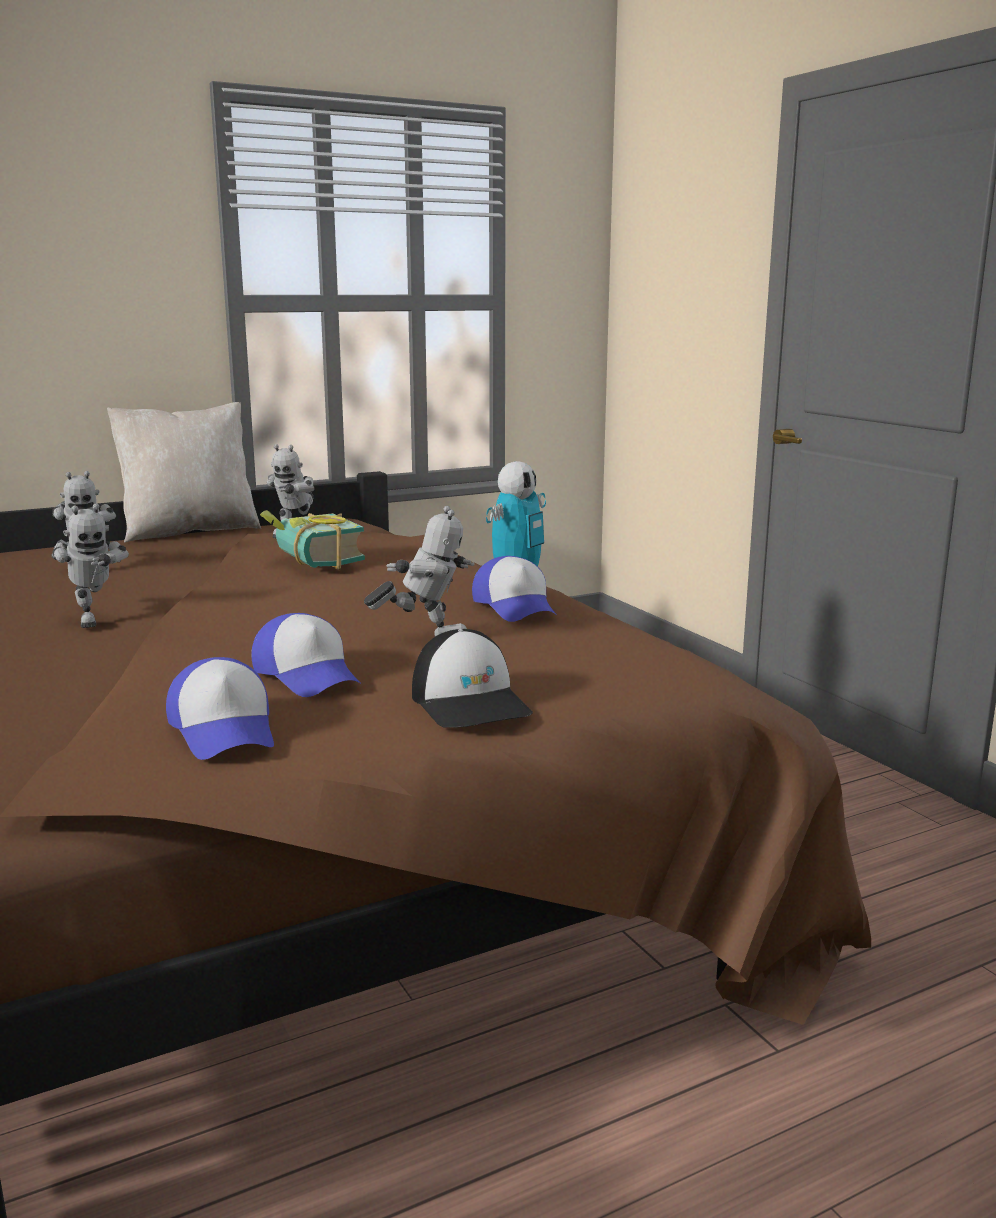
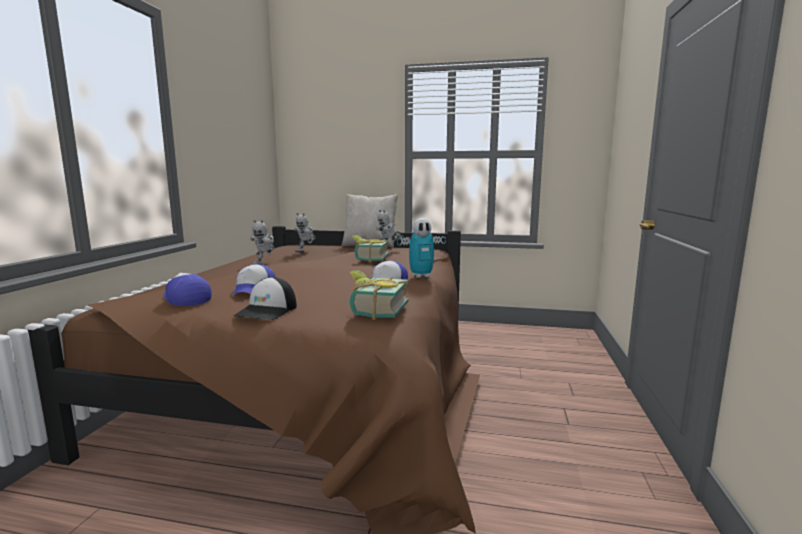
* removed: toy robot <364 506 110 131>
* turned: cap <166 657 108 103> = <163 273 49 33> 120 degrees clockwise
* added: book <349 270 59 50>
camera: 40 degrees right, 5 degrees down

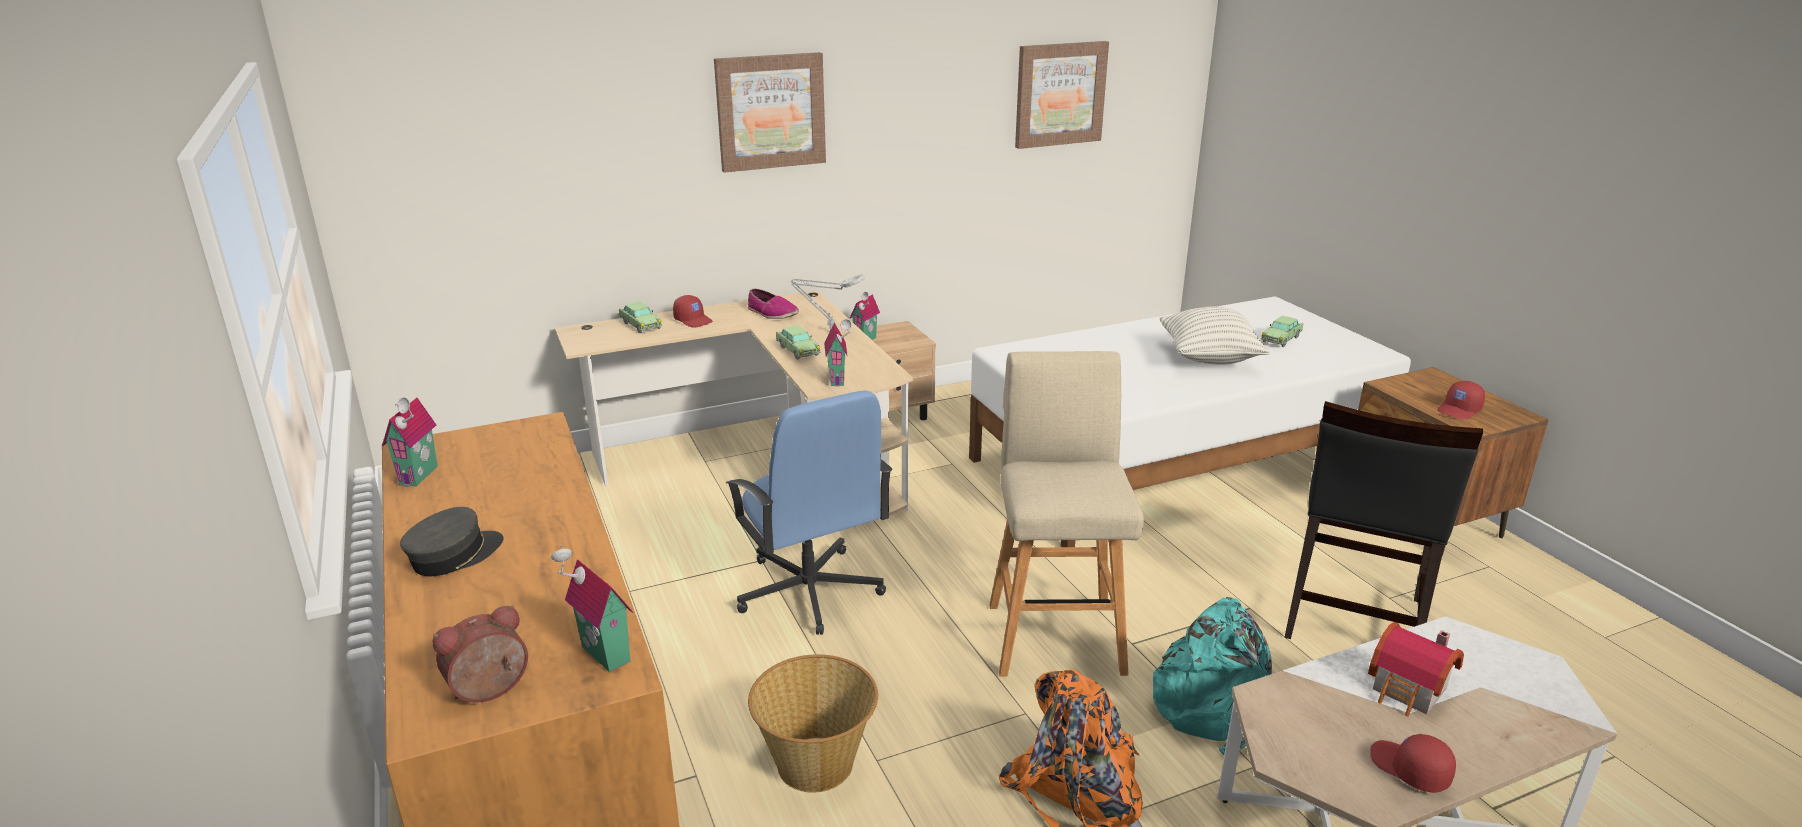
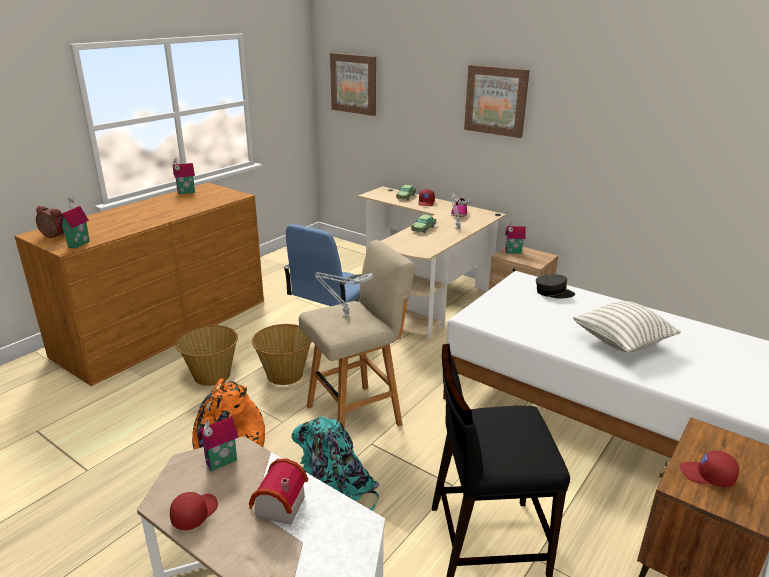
* moved: picture <1015 41 94 108> to <330 53 46 63>
* removed: toy car <1261 316 42 31>
* moved: toy house <824 319 27 68> to <199 416 40 55>
* moved: grey cap <400 507 104 69> to <536 275 39 24>
* added: grey table lamp <315 272 58 45>
* added: basket <252 324 60 61>
camera: 60 degrees right, 0 degrees up

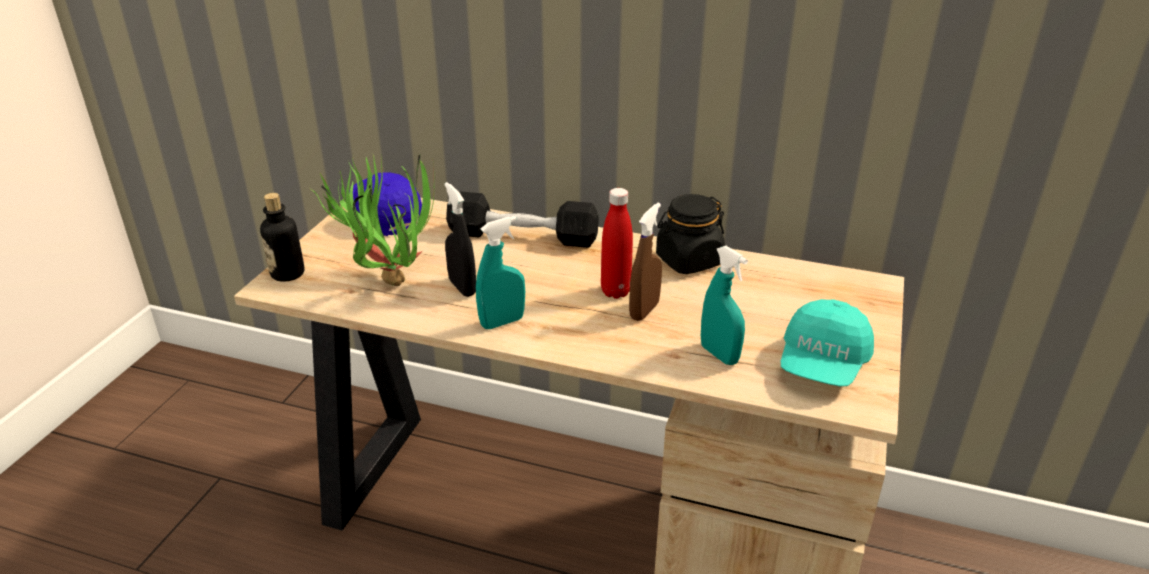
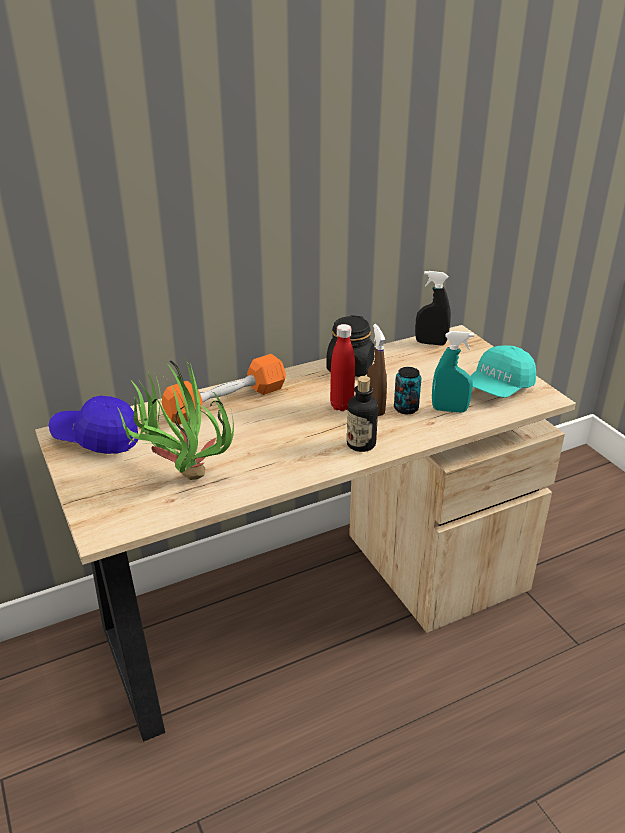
* moved: black spray bottle <444 182 32 115> to <415 271 36 74>
* recoloured: black dumbbell <446 192 153 56> to orange dumbbell <161 354 125 71>
* moved: bottle <260 193 45 89> to <347 376 31 76>
* removed: turquoise spray bottle <476 216 49 113>
* turned: turquoise cap <781 299 93 87> = <471 345 65 53> 60 degrees clockwise
* added: can <394 367 27 47>
camera: 45 degrees left, 0 degrees up

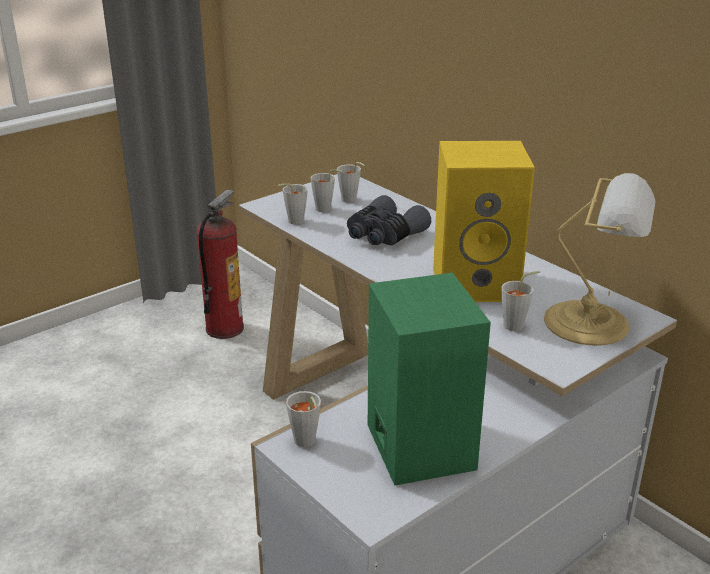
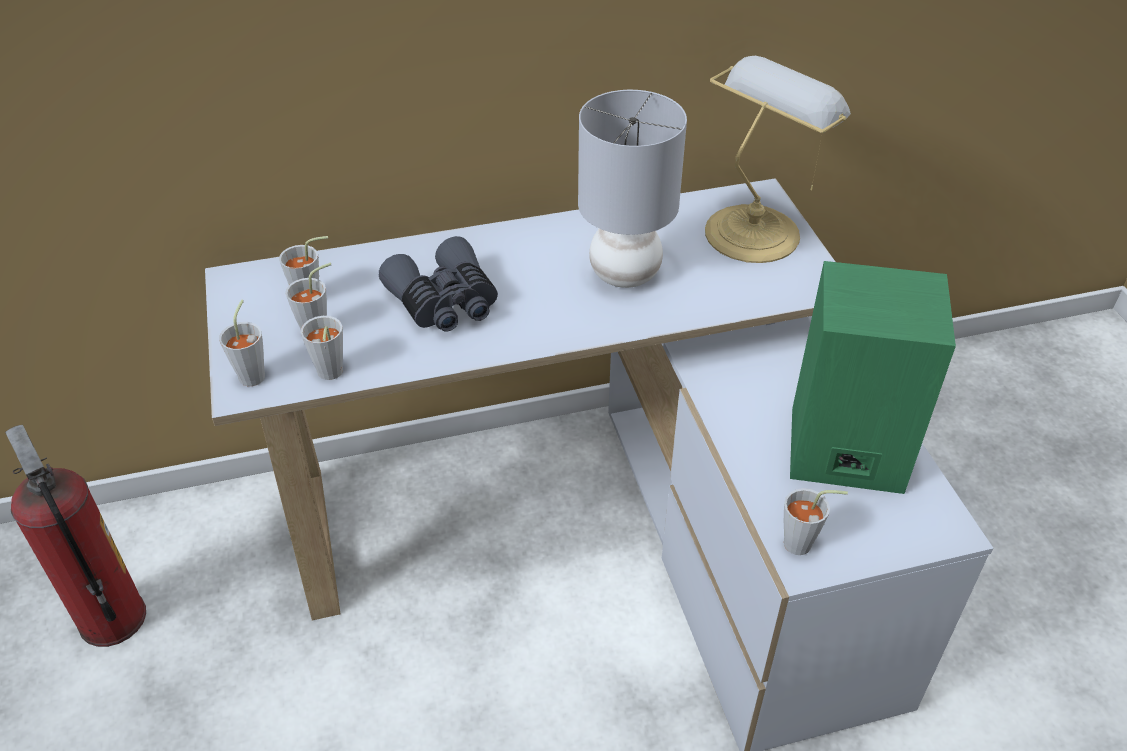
* replaced: yellow speaker <433 141 102 161> to grey table lamp <578 90 109 198>
* moved: grey cup <502 271 38 60> to <219 300 46 86>
camera: 65 degrees left, 15 degrees up

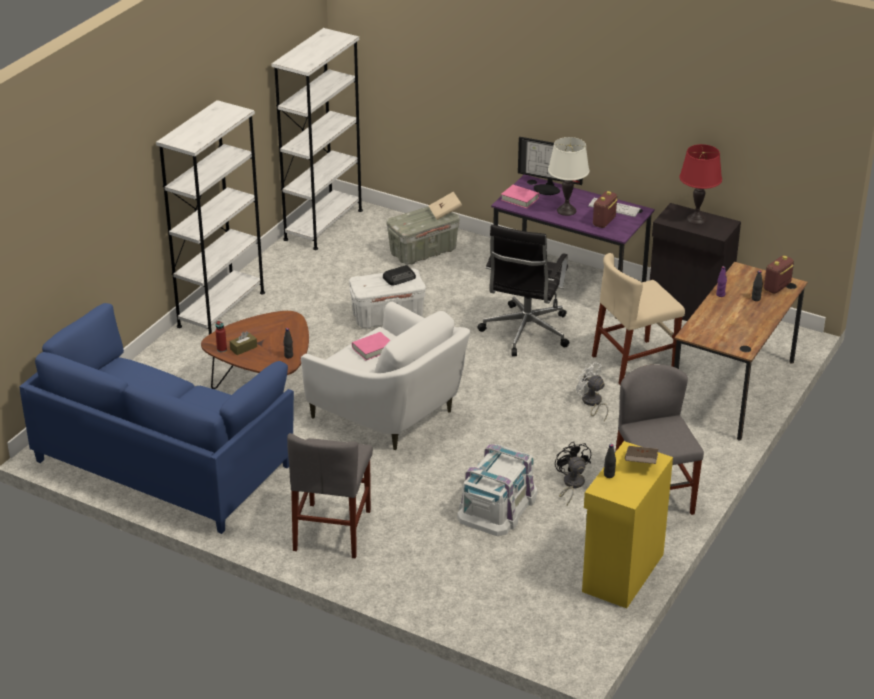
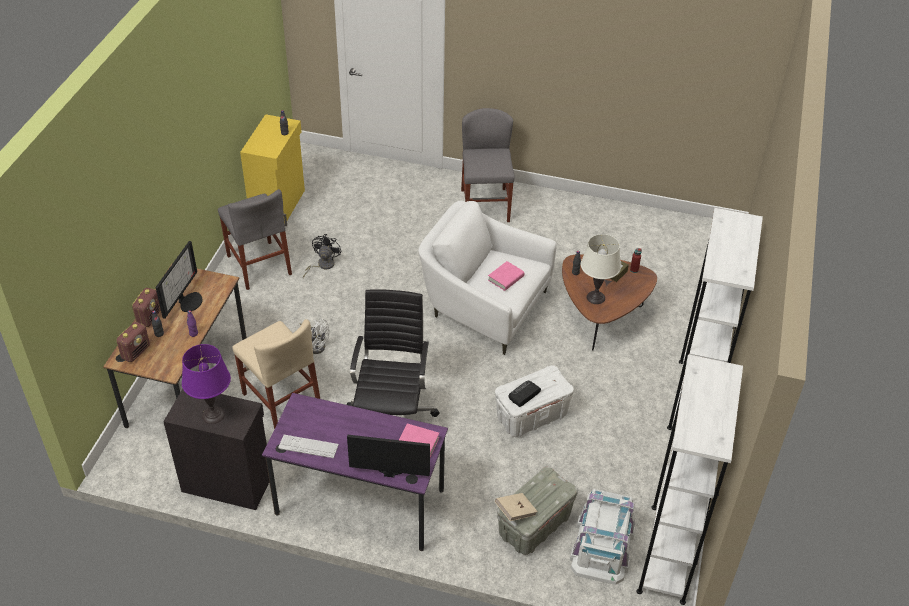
* moved: white table lamp <548 137 42 79> to <581 234 40 70>
* recoloured: red table lamp <679 144 43 81> to purple table lamp <182 344 49 80>
* moved: radio <593 191 25 37> to <132 288 29 39>
* turned: beige chair <592 253 93 132> = <232 319 88 110> 90 degrees clockwise
* removed: blue sofa <19 303 275 231>
* turned: black fan <555 442 36 63> = <303 234 38 44> 135 degrees counterclockwise
* moved: white storage box <457 444 81 92> to <570 489 65 96>
* removed: brown book <625 446 33 18>
* added: monitor <156 241 47 78>
camera: 165 degrees right, 10 degrees up

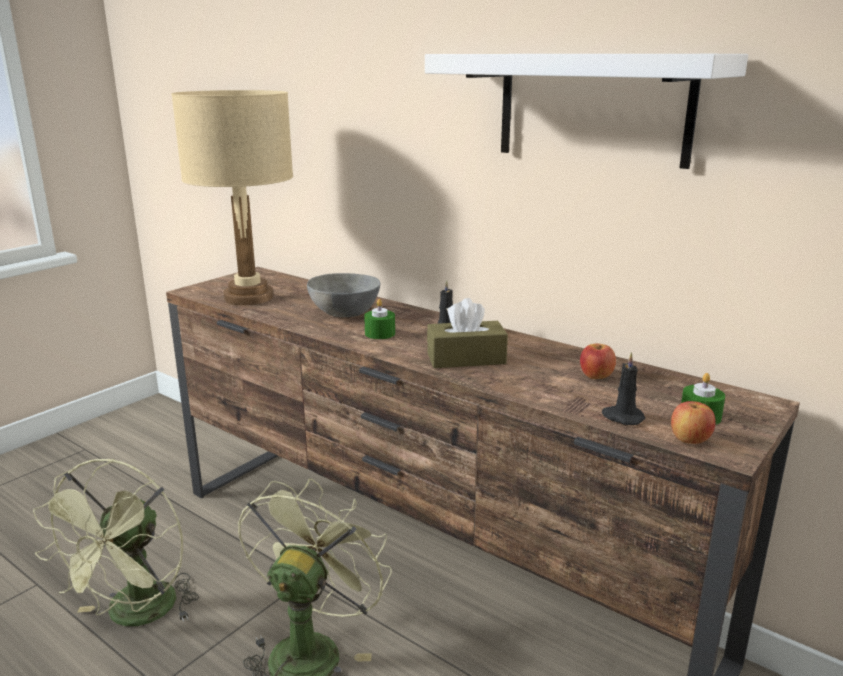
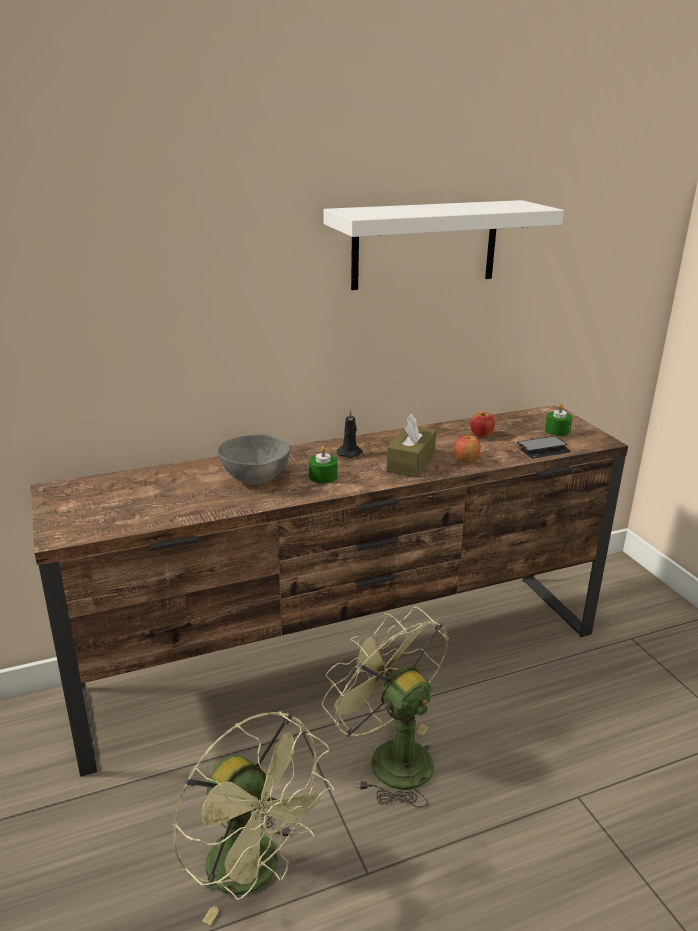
* removed: beige table lamp <171 90 122 215>
* replaced: black candle <602 352 44 73> to phone <517 436 54 22>
* moved: apple <671 401 45 43> to <454 435 27 28>
camera: 60 degrees left, 5 degrees up

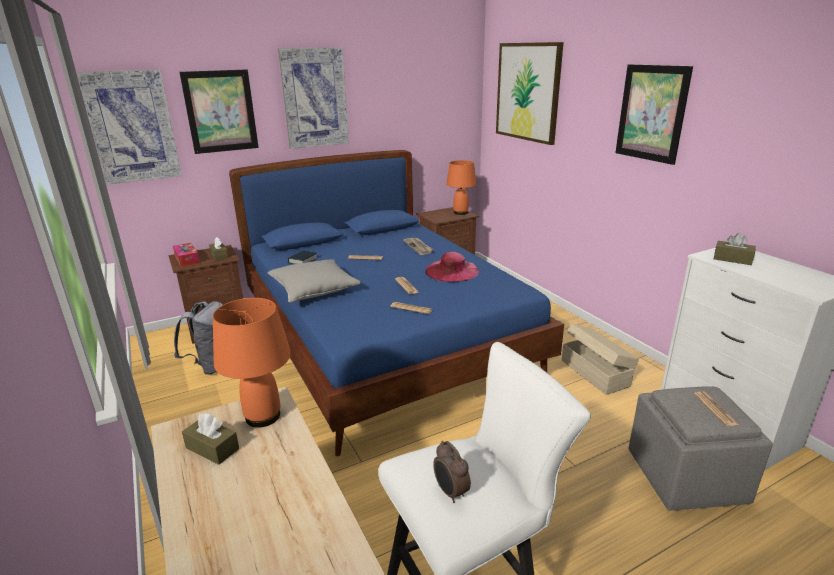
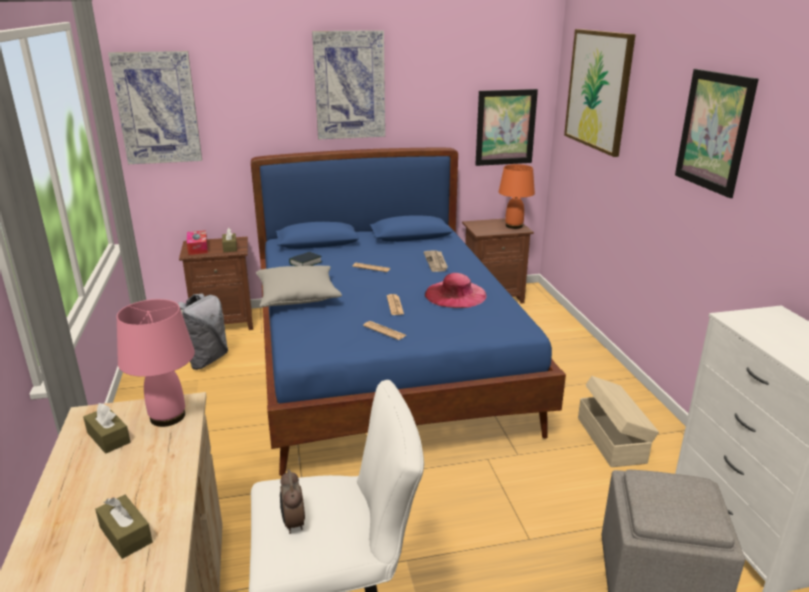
* moved: picture <179 69 80 85> to <475 89 63 77>
* moved: brown tissue box <714 233 42 32> to <95 495 57 64>
* recoloured: orange table lamp <213 298 78 130> to pink table lamp <117 299 78 128>
* removed: newspaper <694 391 45 35>
camera: 15 degrees right, 0 degrees up

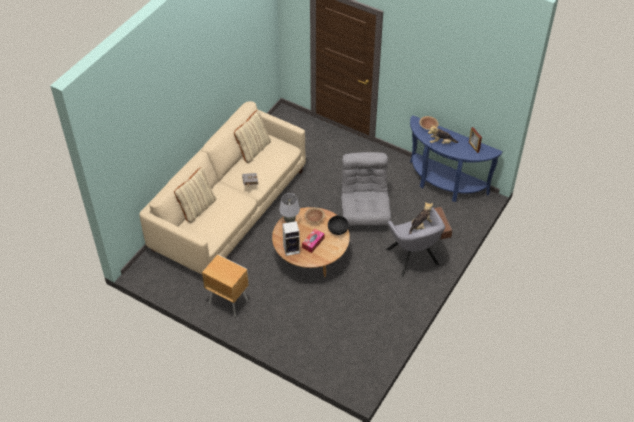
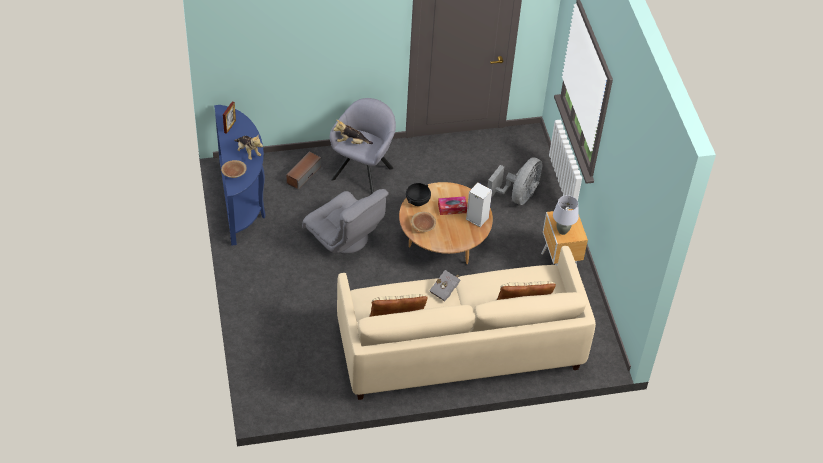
* turned: grey armchair <341 152 50 74> = <302 189 87 65> 90 degrees counterclockwise
* moved: grey table lamp <279 193 21 30> to <553 195 26 40>
* added: grey fan <487 157 55 48>
camera: 135 degrees left, 0 degrees up

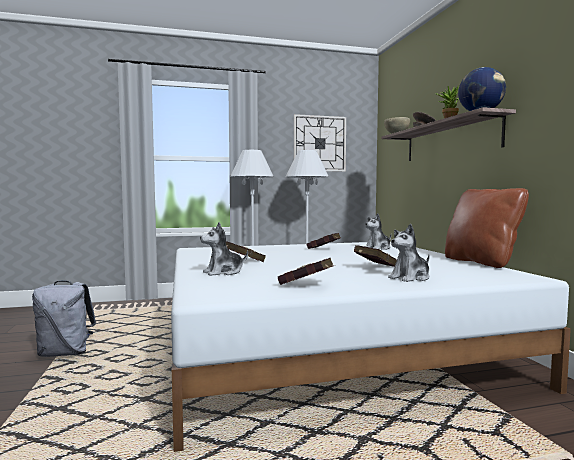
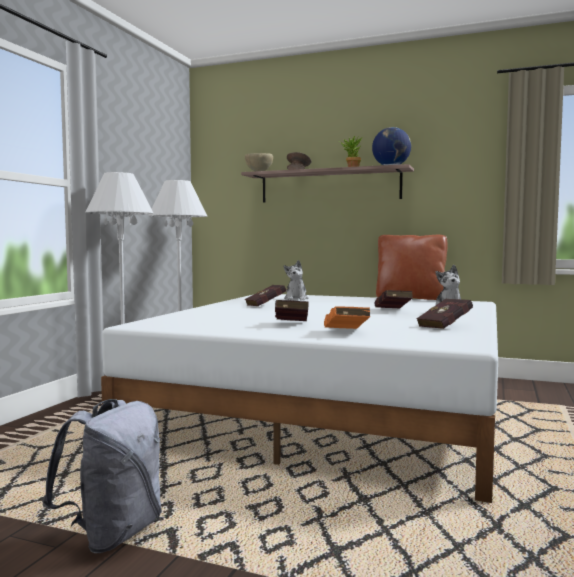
* removed: wall clock <294 114 52 58>
* replaced: plush toy <200 222 48 54> to orange book <324 306 46 23>
camera: 55 degrees left, 0 degrees up

